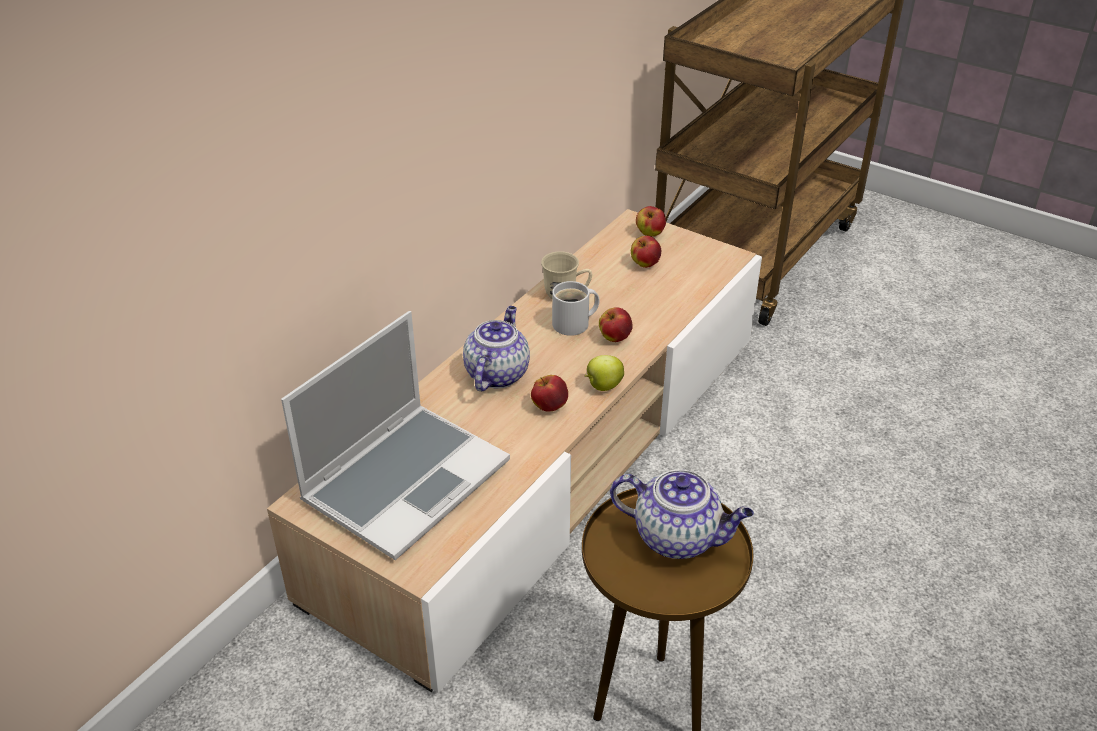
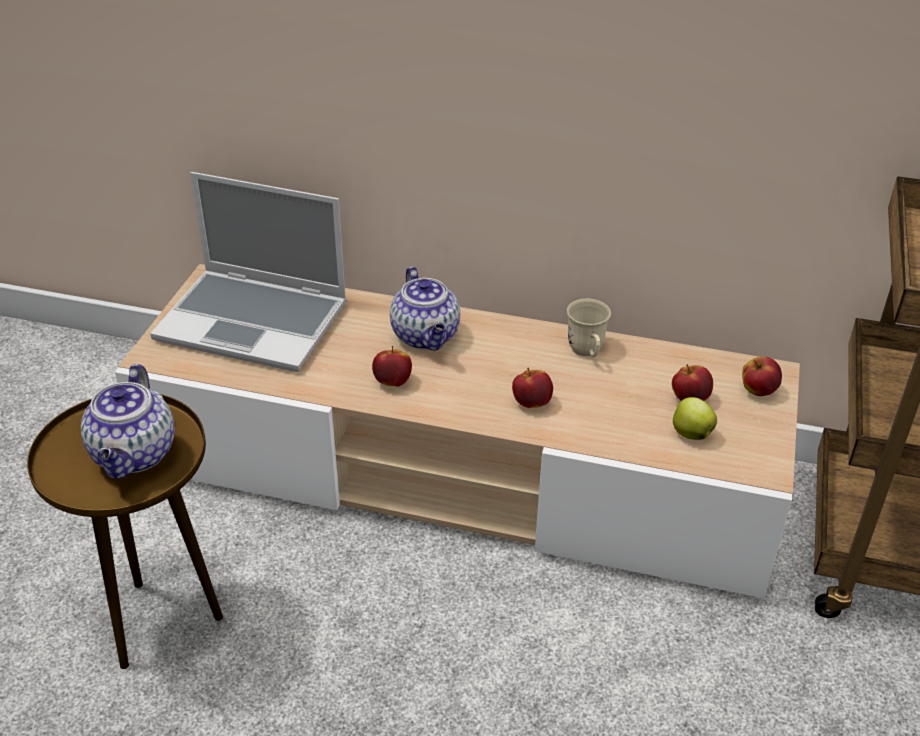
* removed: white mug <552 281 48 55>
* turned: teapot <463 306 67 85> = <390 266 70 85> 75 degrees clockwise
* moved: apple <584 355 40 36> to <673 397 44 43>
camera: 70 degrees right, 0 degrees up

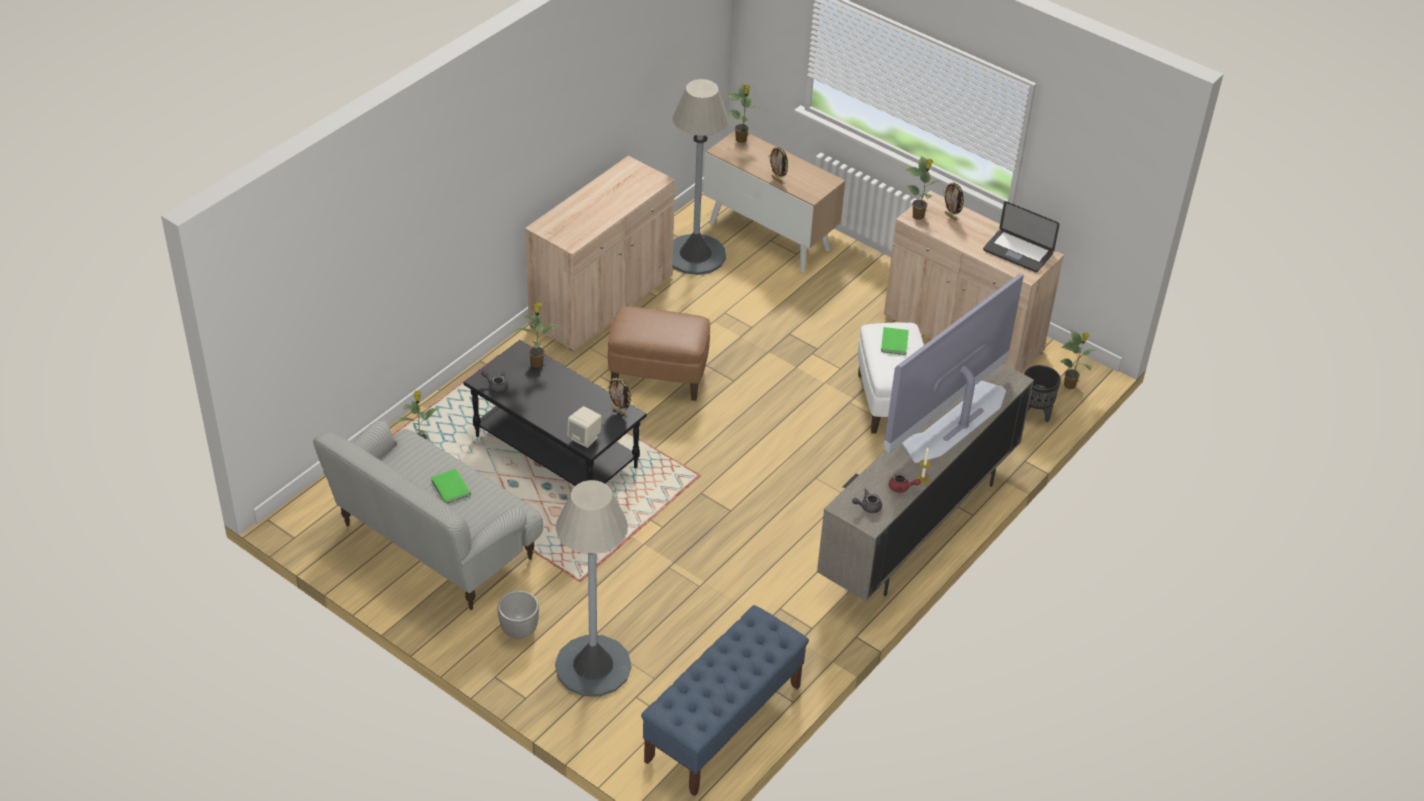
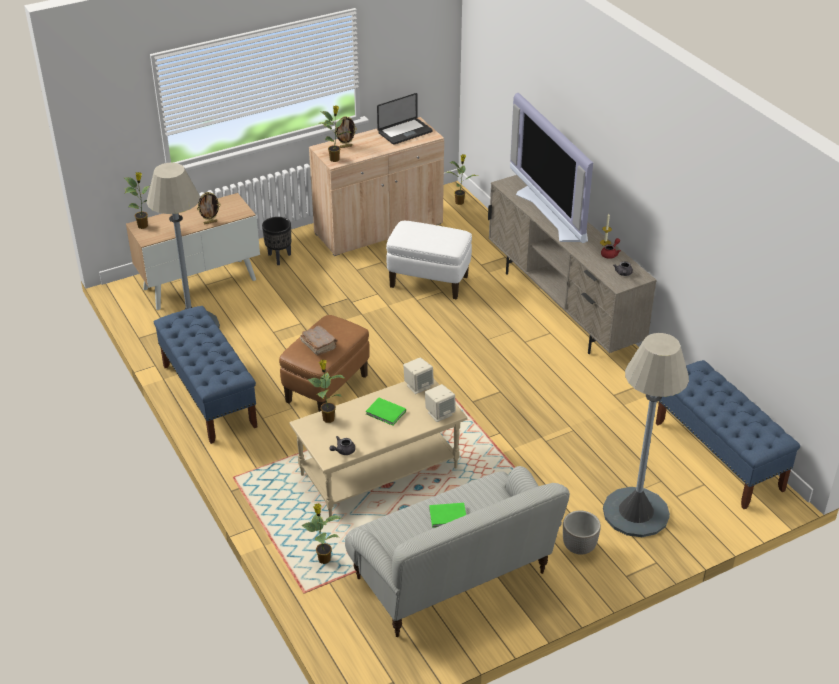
* replaced: beige cabinet <525 156 150 195> to blue bench <154 306 103 138>
* moved: green book <881 327 28 28> to <366 398 40 27>
* recoloured: black coffee table <463 340 184 146> to beige coffee table <289 379 178 138>
* moved: black planter <1024 365 37 57> to <262 217 29 48>
* replaced: picture frame <606 378 26 38> to beige speaker <403 357 31 37>
* added: brown book <300 325 37 31>
camera: 65 degrees left, 5 degrees down

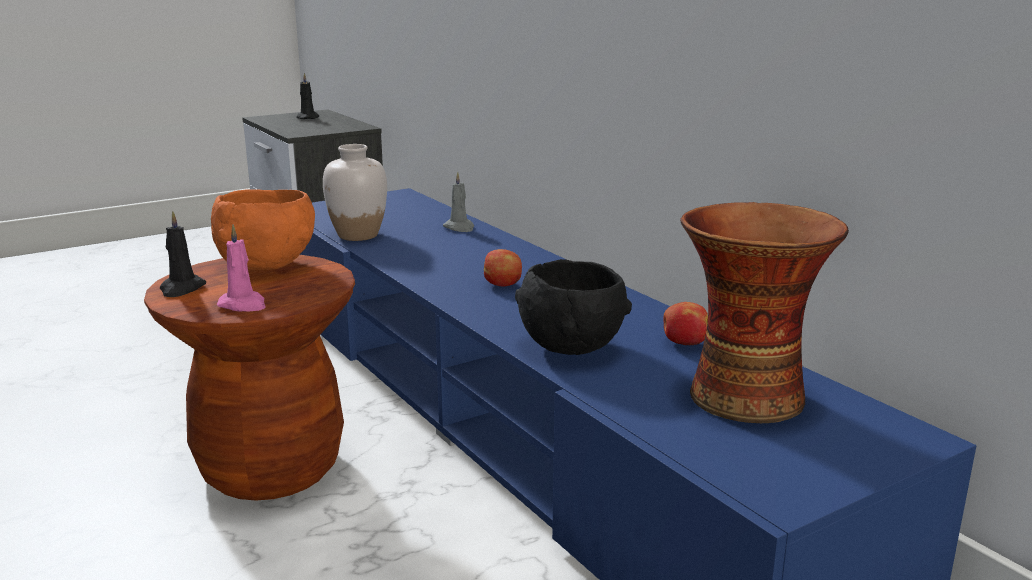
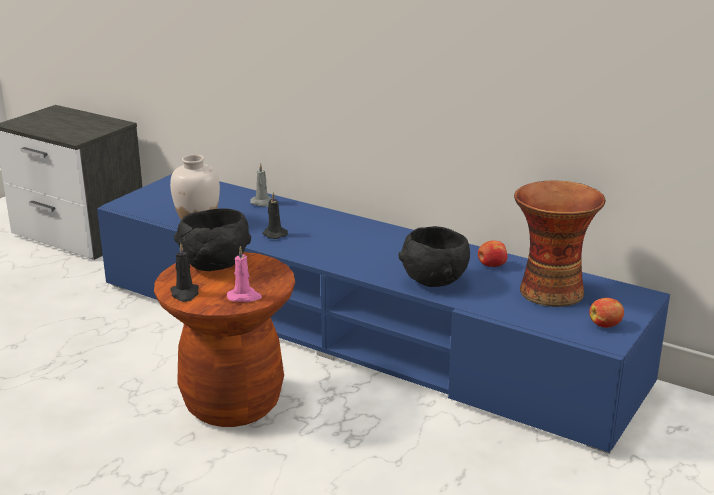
* moved: black candle <296 73 23 46> to <263 192 25 47>
* recoloured: orange bowl <211 189 104 81> to black bowl <174 208 77 63>
* moved: apple <484 249 38 37> to <589 298 35 30>
camera: 25 degrees left, 5 degrees up

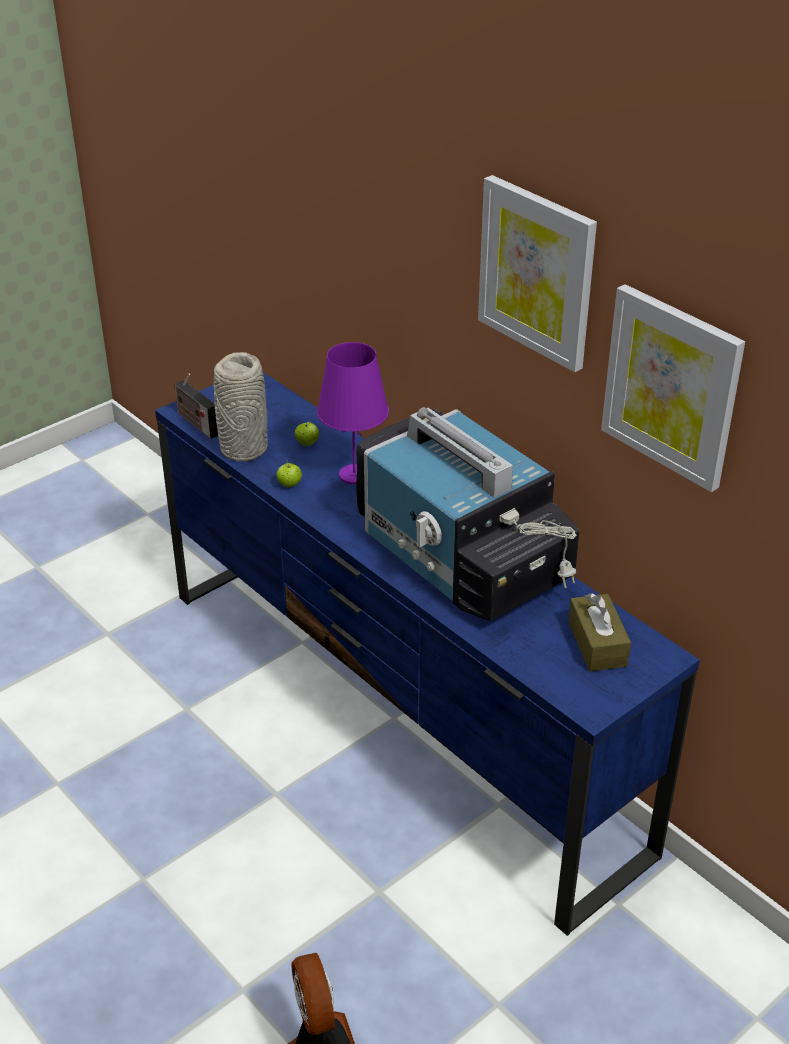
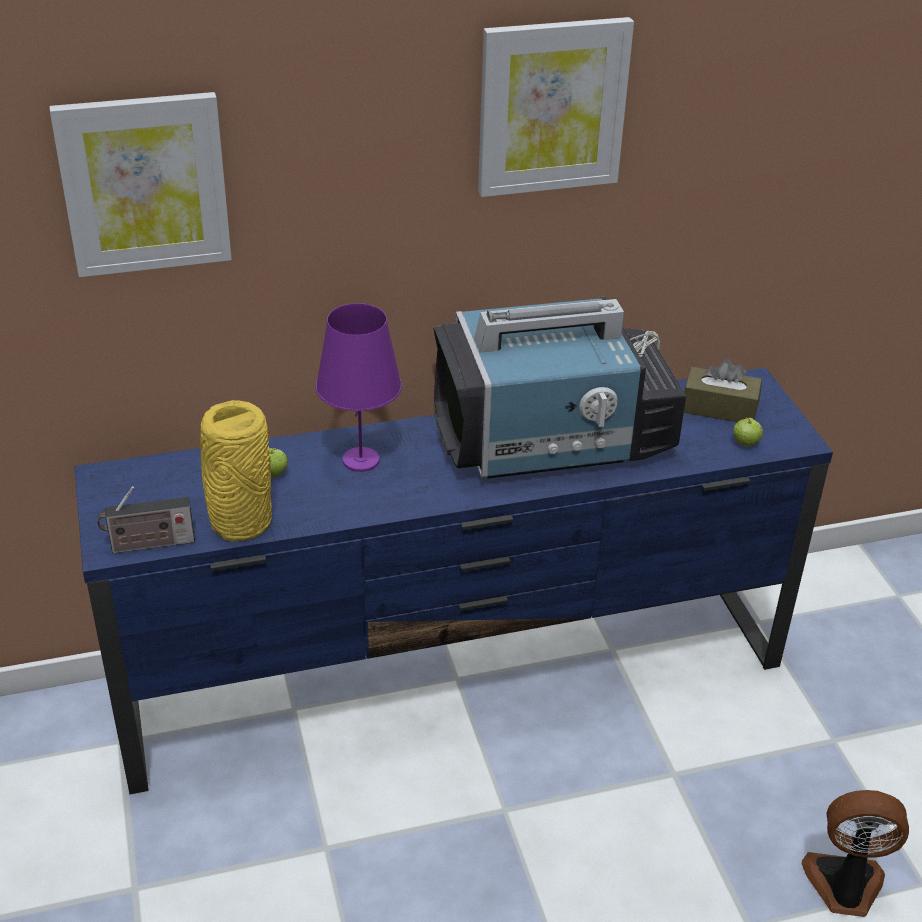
* moved: picture <601 284 144 208> to <49 92 183 185>
* recoloured: grey vase <213 352 55 110> to yellow vase <200 400 72 141>
* moved: apple <276 461 26 26> to <733 417 30 29>
camera: 65 degrees left, 0 degrees up

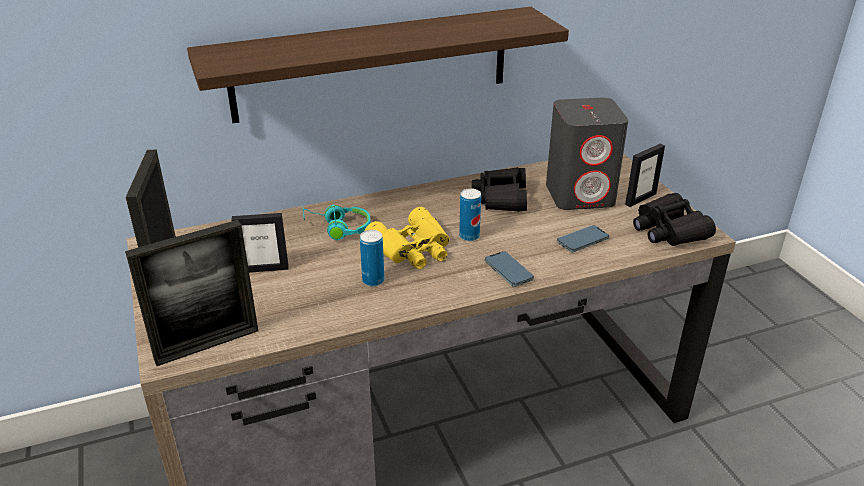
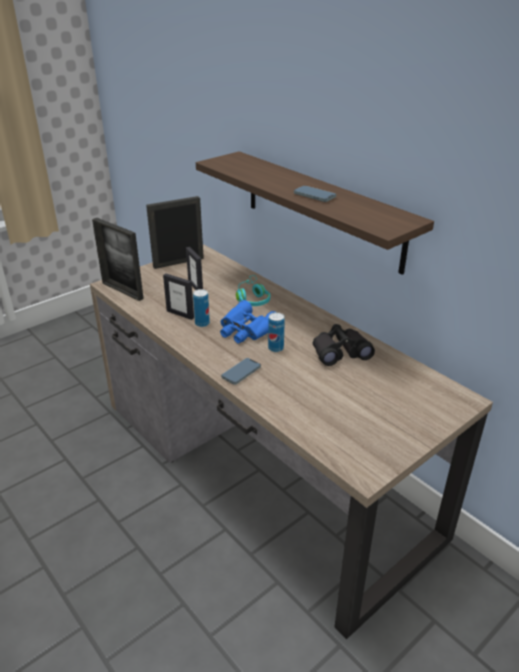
* removed: grey speaker <546 98 82 112>
* moved: picture frame <625 144 40 63> to <163 273 31 47>
* removed: black binoculars <633 193 83 53>
* recoloured: yellow binoculars <365 207 85 62> to blue binoculars <220 300 55 43>
* moved: phone <557 225 52 27> to <294 186 42 16>
camera: 70 degrees right, 0 degrees up

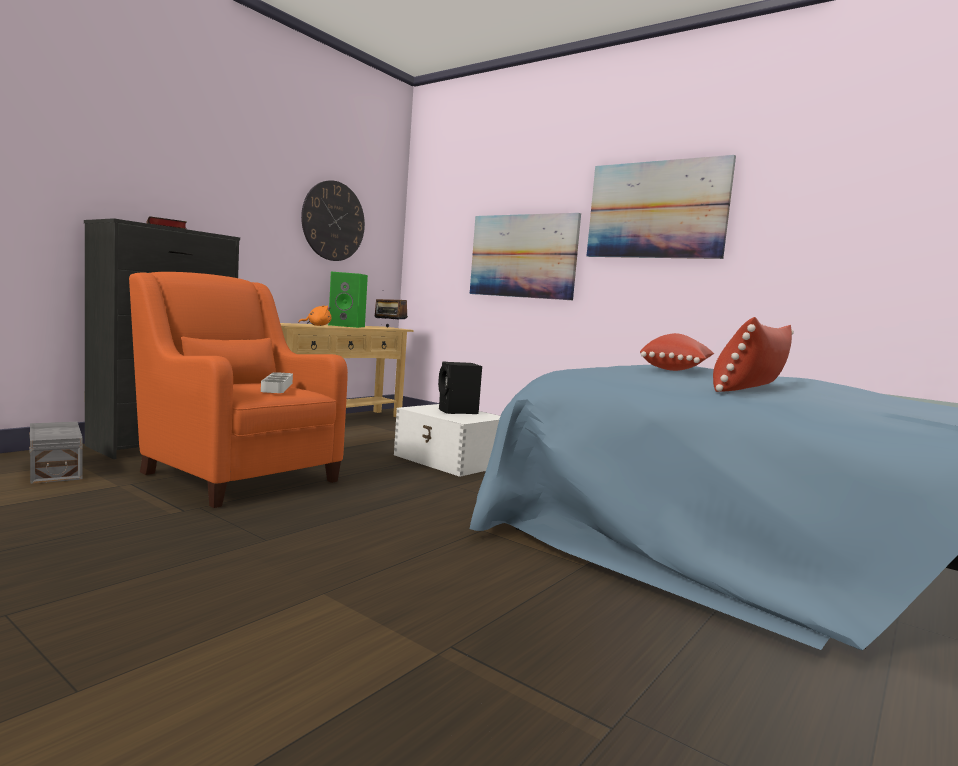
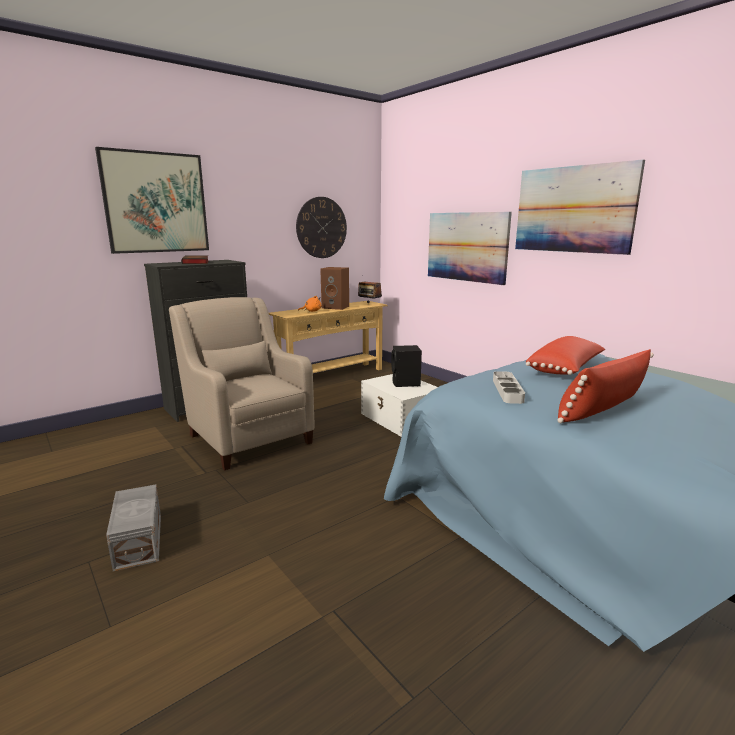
* recoloured: orange armchair <129 272 219 236> to beige armchair <169 297 146 173>
* recoloured: green speaker <328 272 40 56> to brown speaker <320 267 29 43>
* moved: grey tray <261 372 32 21> to <493 371 32 33>
* moved: grey storage box <29 422 54 62> to <106 485 55 86>
* added: picture <95 147 114 107>
camera: 15 degrees right, 10 degrees up

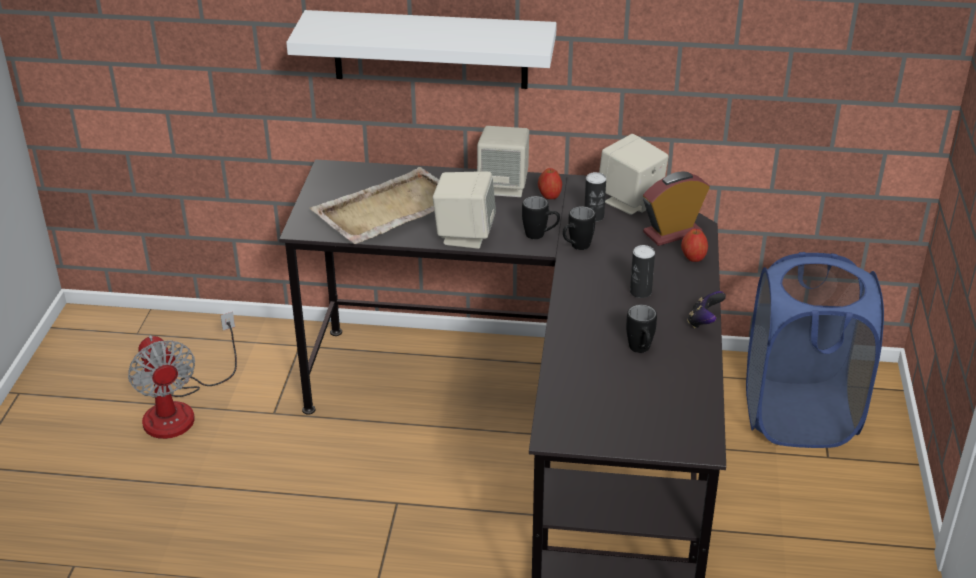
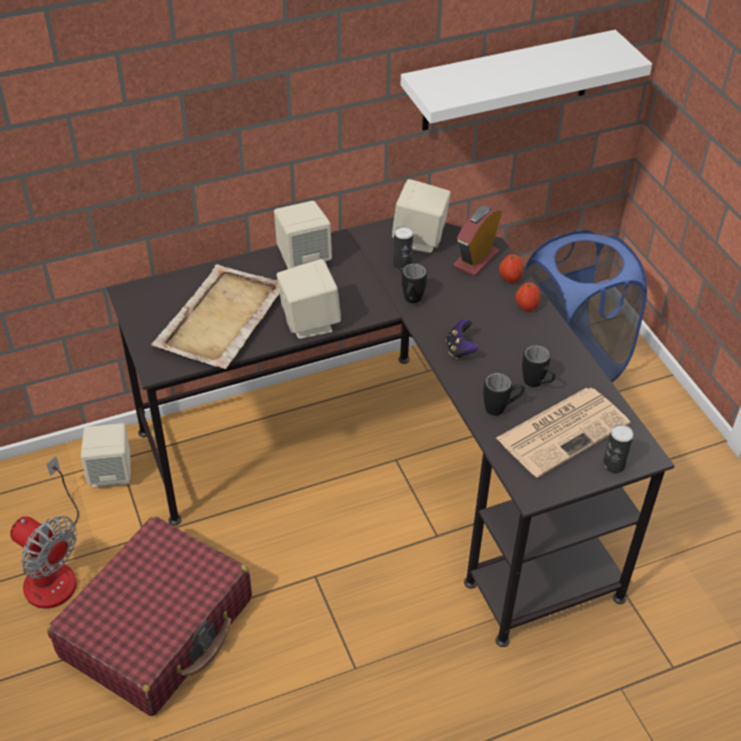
* moved: white shelf <286 10 271 79> to <400 30 252 101>
* moved: apple <538 168 24 31> to <515 282 25 30>
* moved: black mug <522 196 38 43> to <483 373 42 43>
* moved: can <630 245 25 53> to <603 424 31 49>
* moved: game controller <688 291 38 37> to <446 319 32 40>
* added: newspaper <496 388 134 90>
* added: beige speaker <81 423 50 65>
* added: red suitcase <47 516 205 200>
camera: 30 degrees left, 10 degrees up

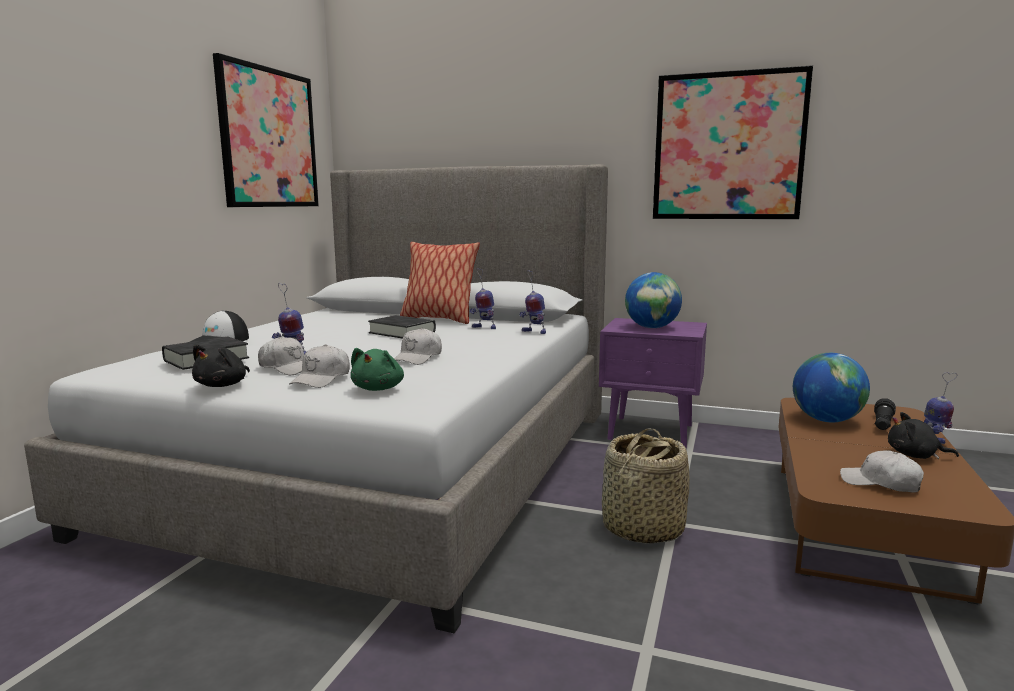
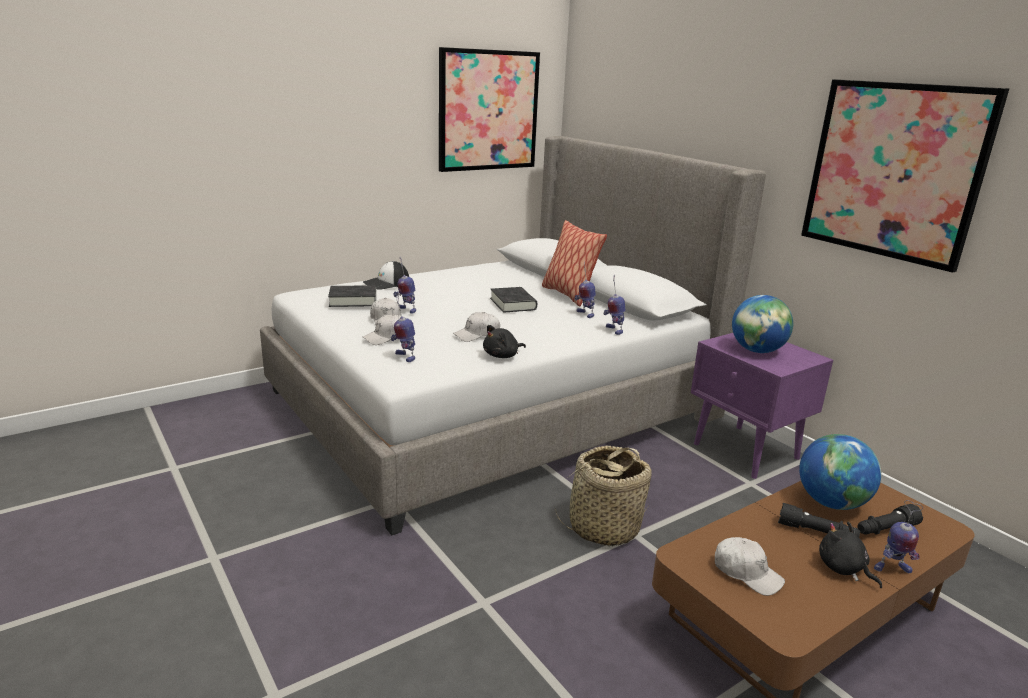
* moved: black plush toy <192 345 58 42> to <483 325 43 33>
* replaced: green plush toy <351 348 53 43> to toy robot <391 295 24 67>
* turned: white cap <840 450 84 42> = <715 537 70 59> 150 degrees clockwise
* added: black flashlight <778 503 82 34>
camera: 35 degrees right, 10 degrees up

